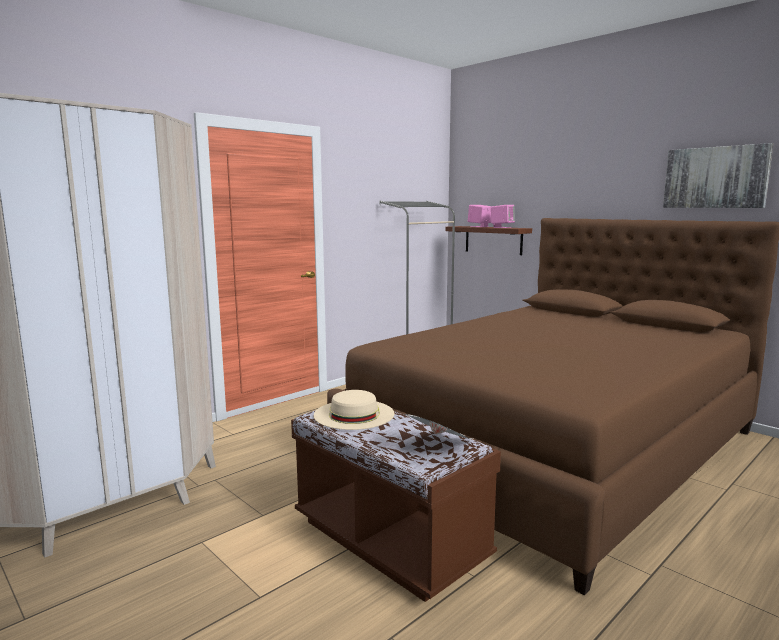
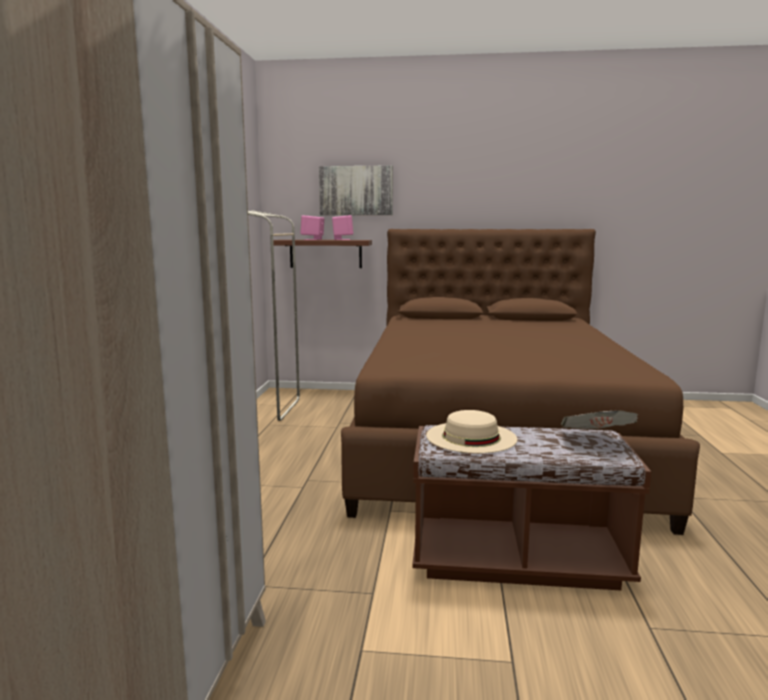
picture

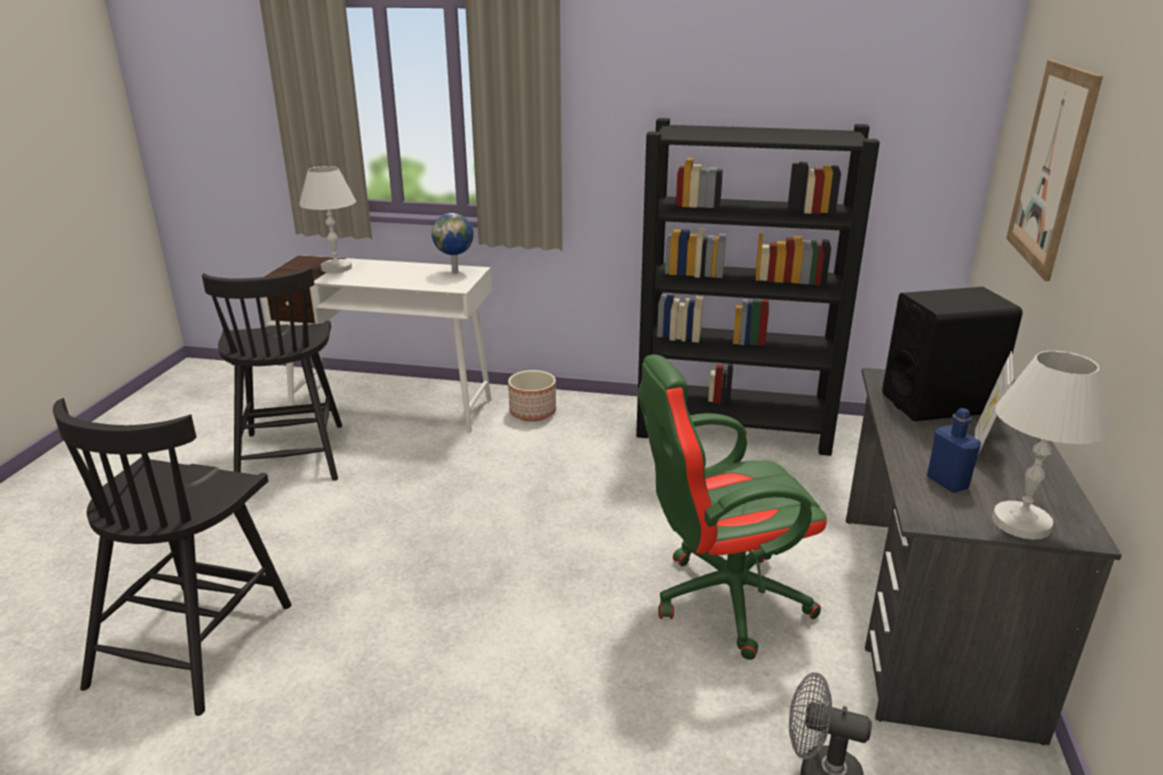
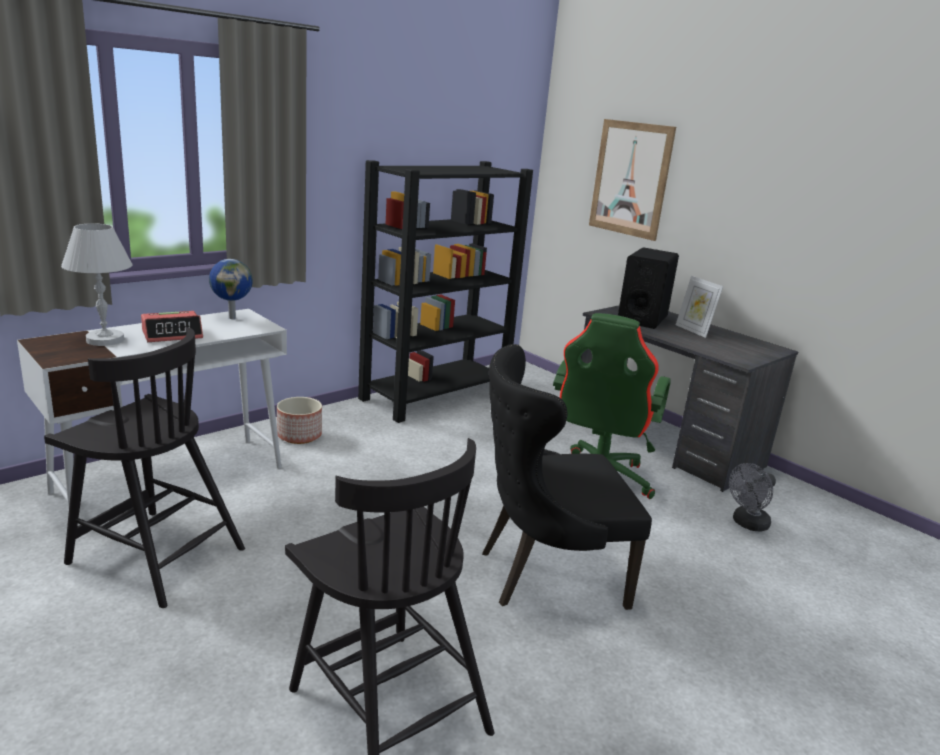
table lamp/white (2nd from left in the first image); bottle/blue; alarm clock; chair/black (3rd from left)

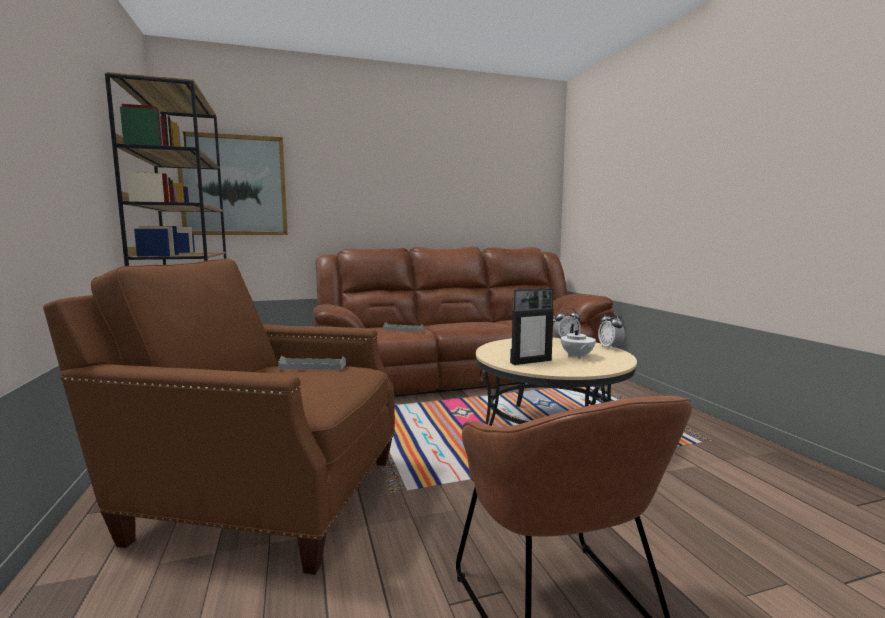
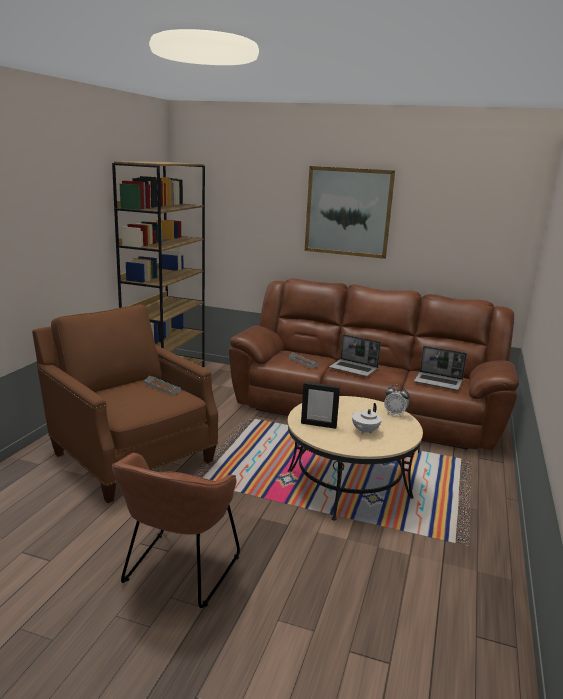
picture; alarm clock (2nd from left in the first image); laptop (1st from left)

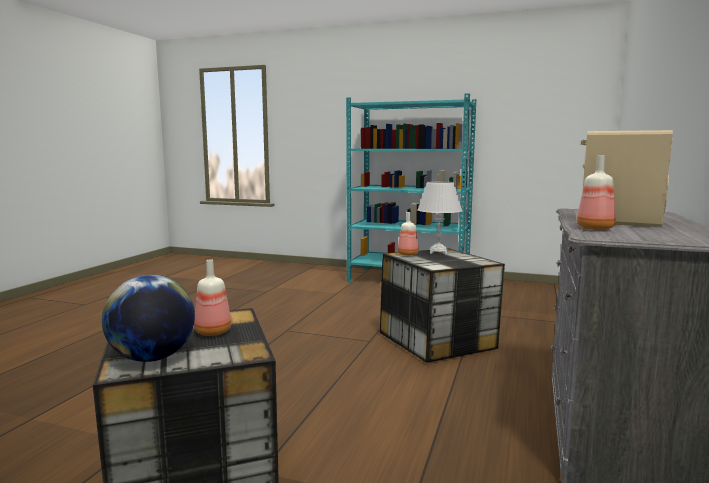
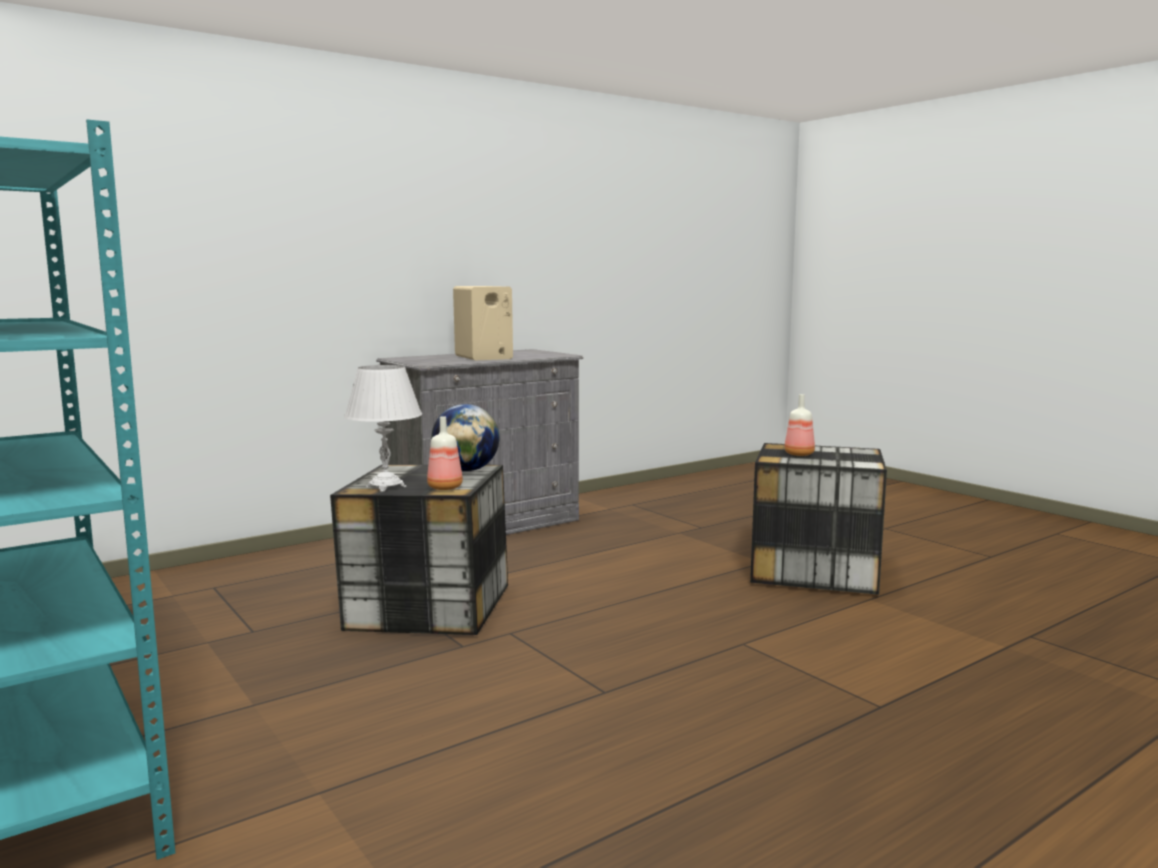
bottle (3rd from left in the first image); globe

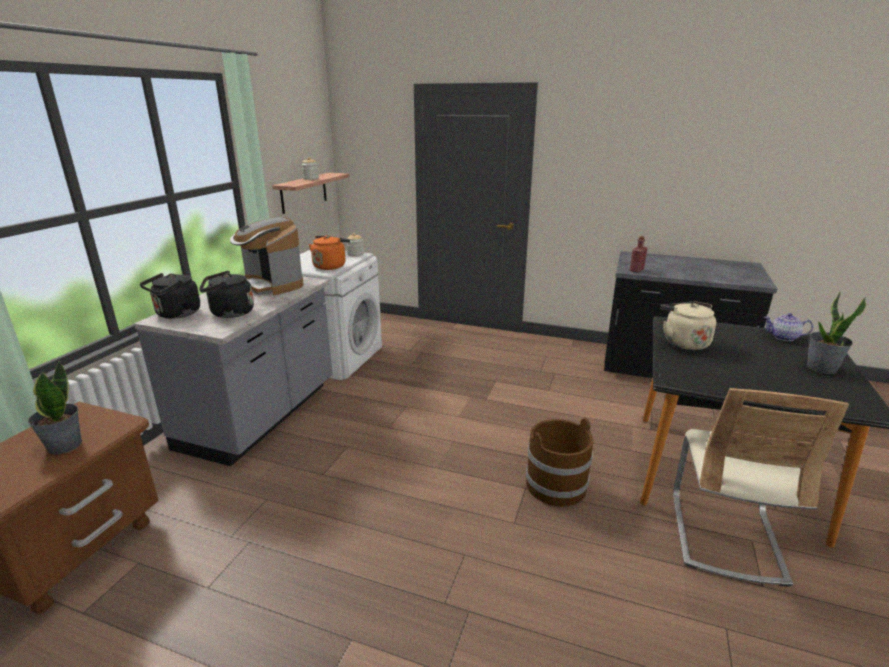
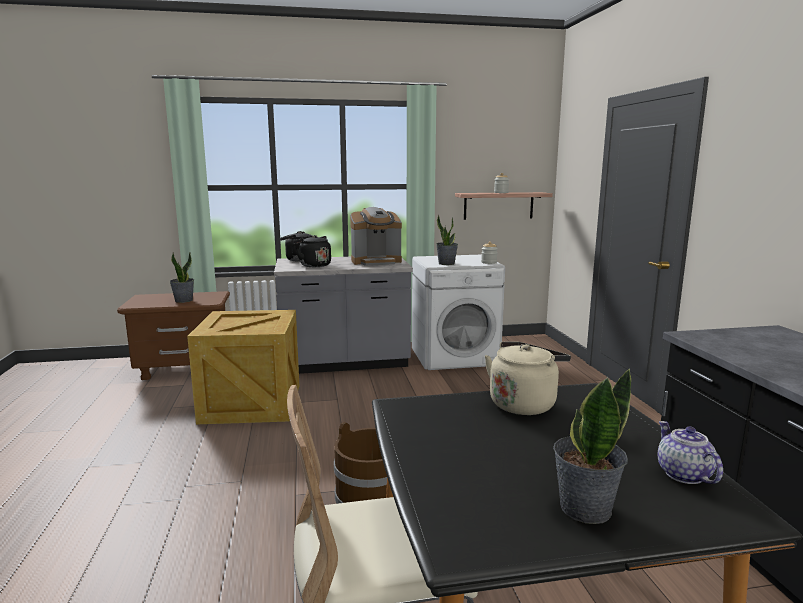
coffee machine; potted plant (2nd from left); bottle/red; crate

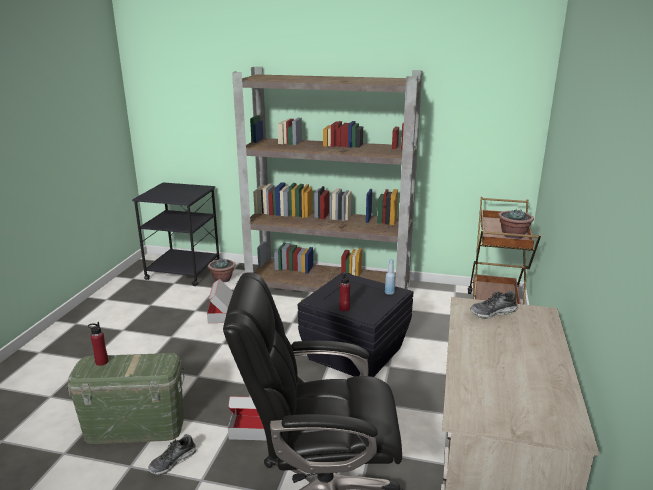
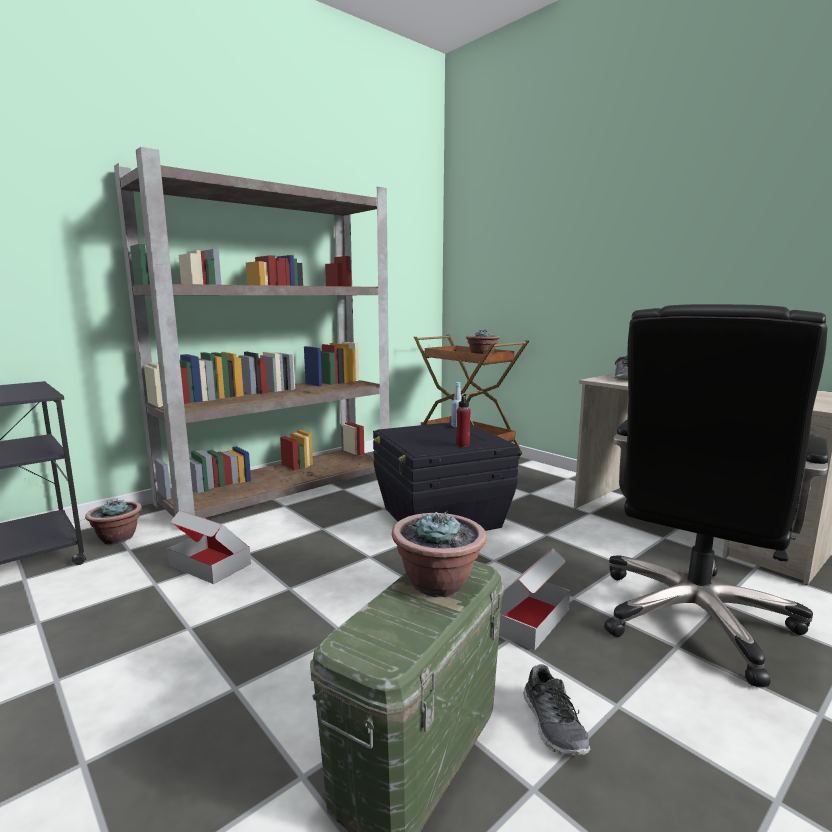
bottle/red (1st from left in the first image); potted plant (2nd from left)

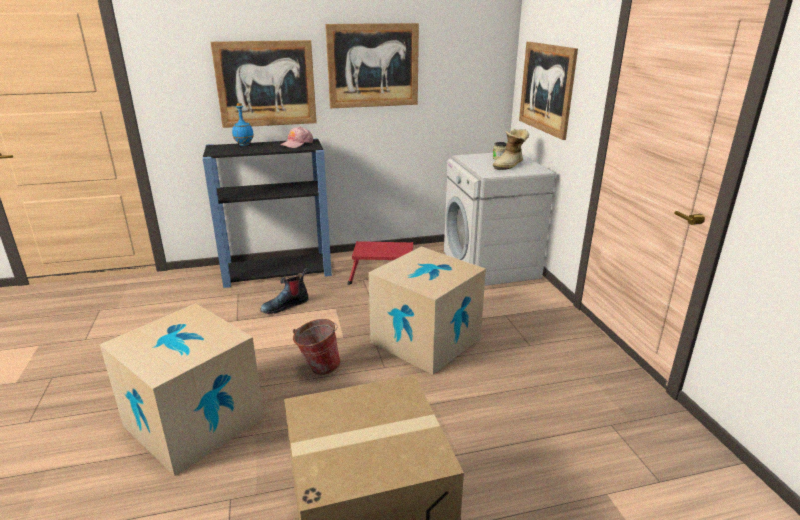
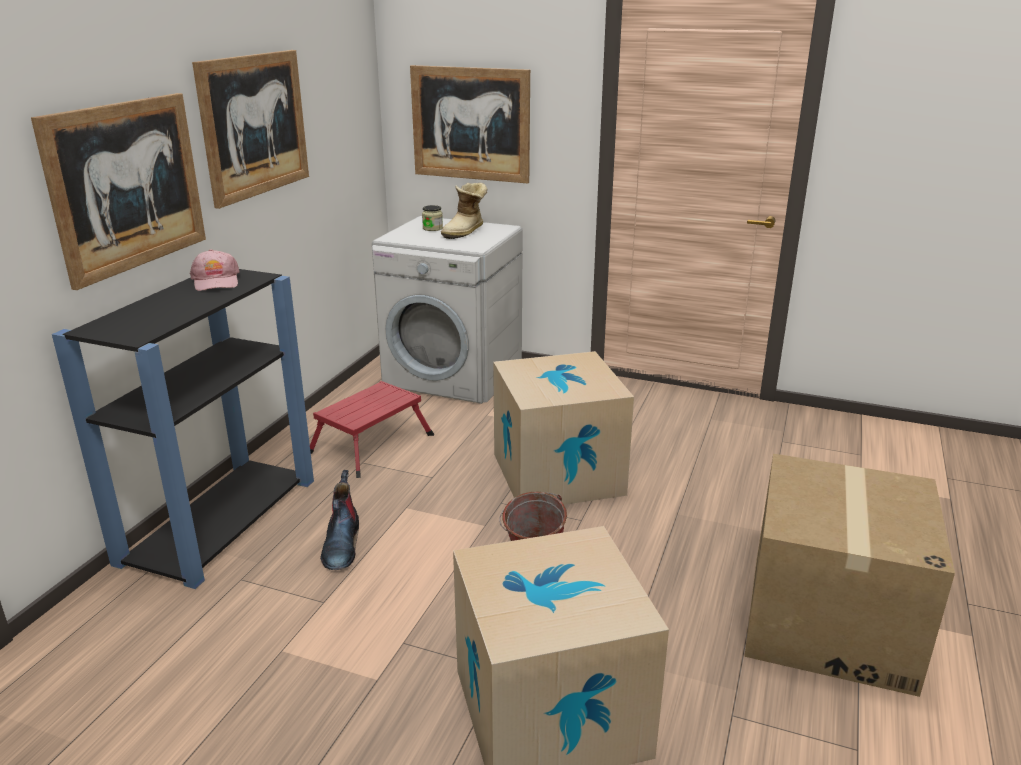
bottle/blue; boot (2nd from left)

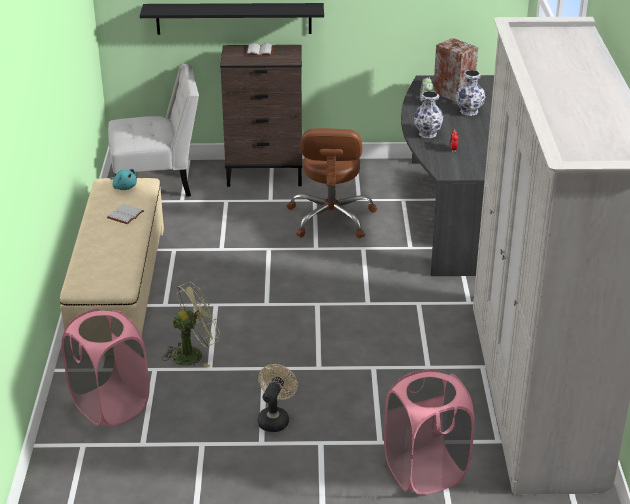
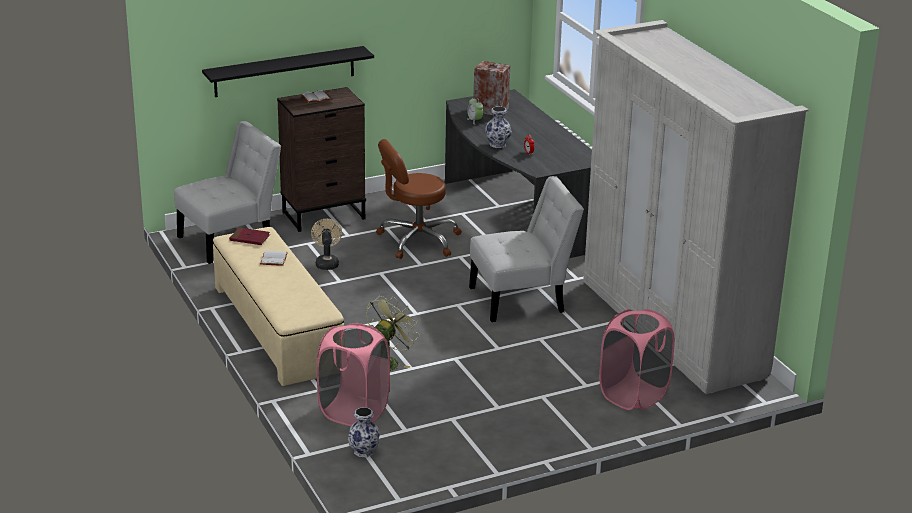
vase (1st from left); office chair/brown; book/red; fan/beige; chair/white (2nd from left)

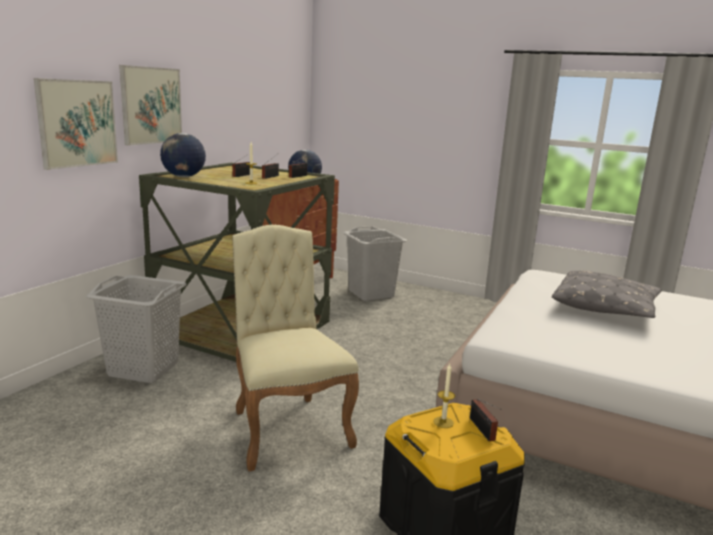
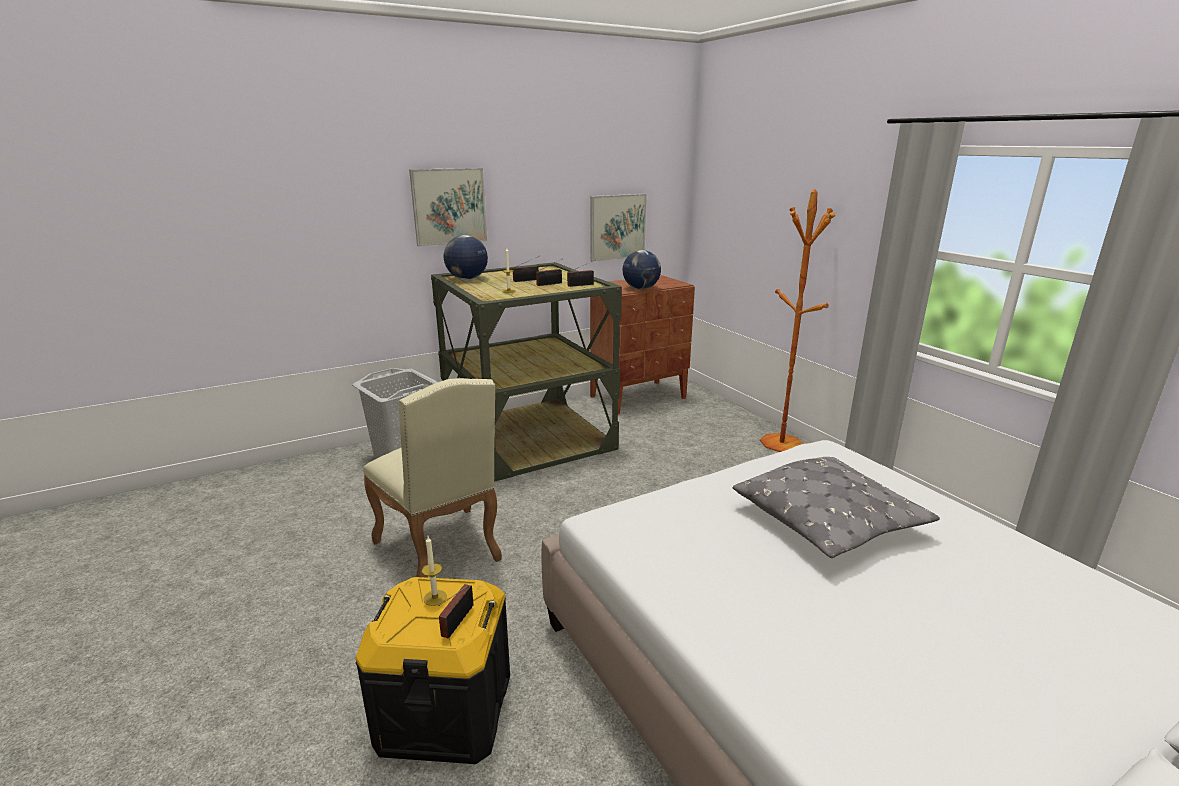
picture (2nd from left); chair/beige; laundry basket/grey (2nd from left in the first image); clothes rack/orange

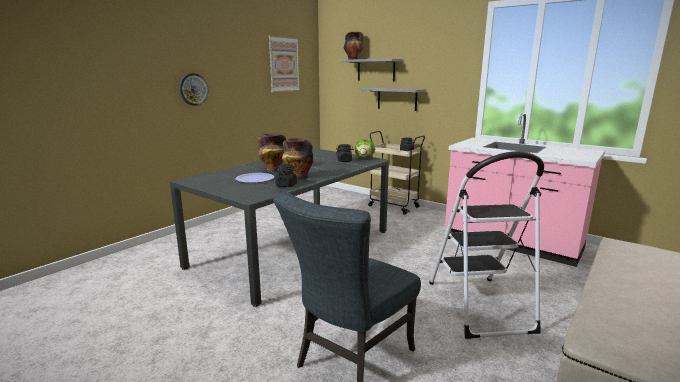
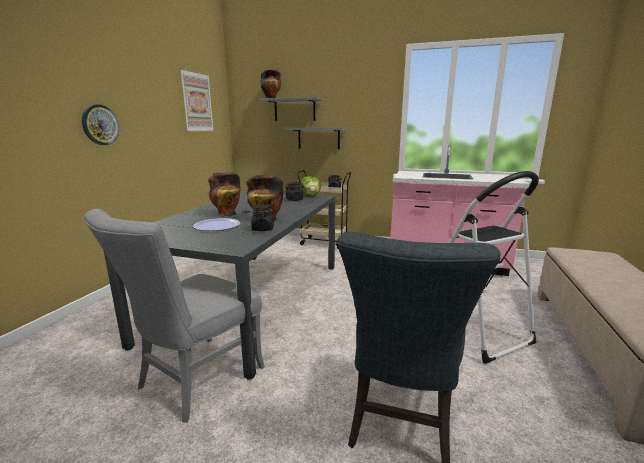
chair/grey (1st from left)

